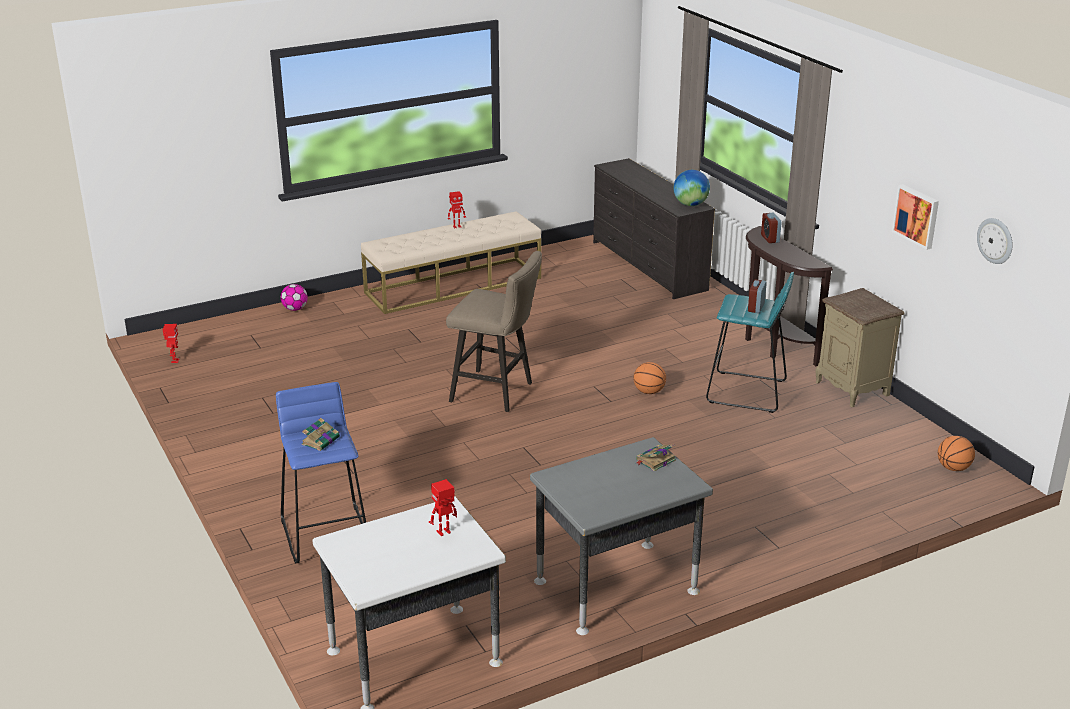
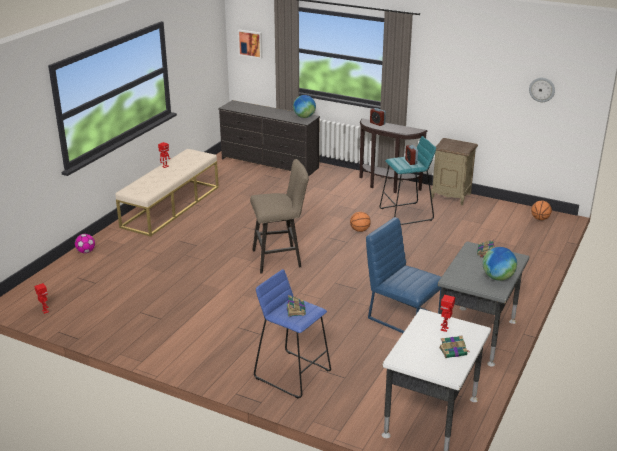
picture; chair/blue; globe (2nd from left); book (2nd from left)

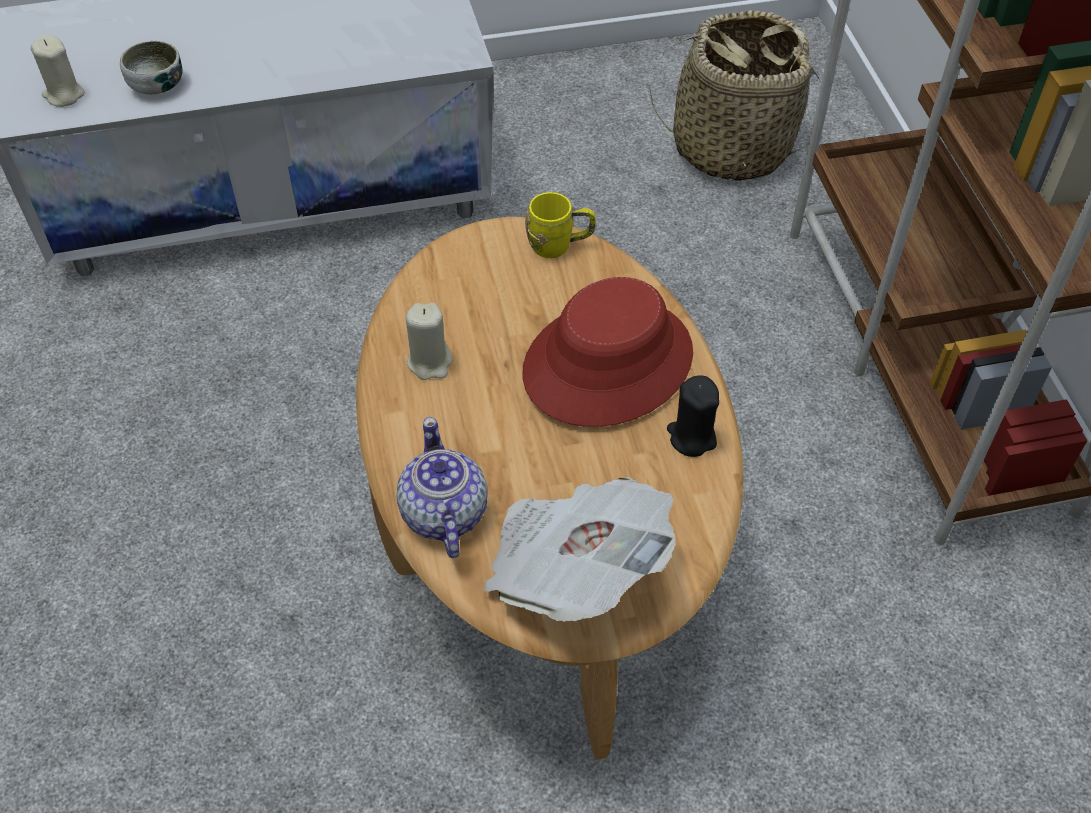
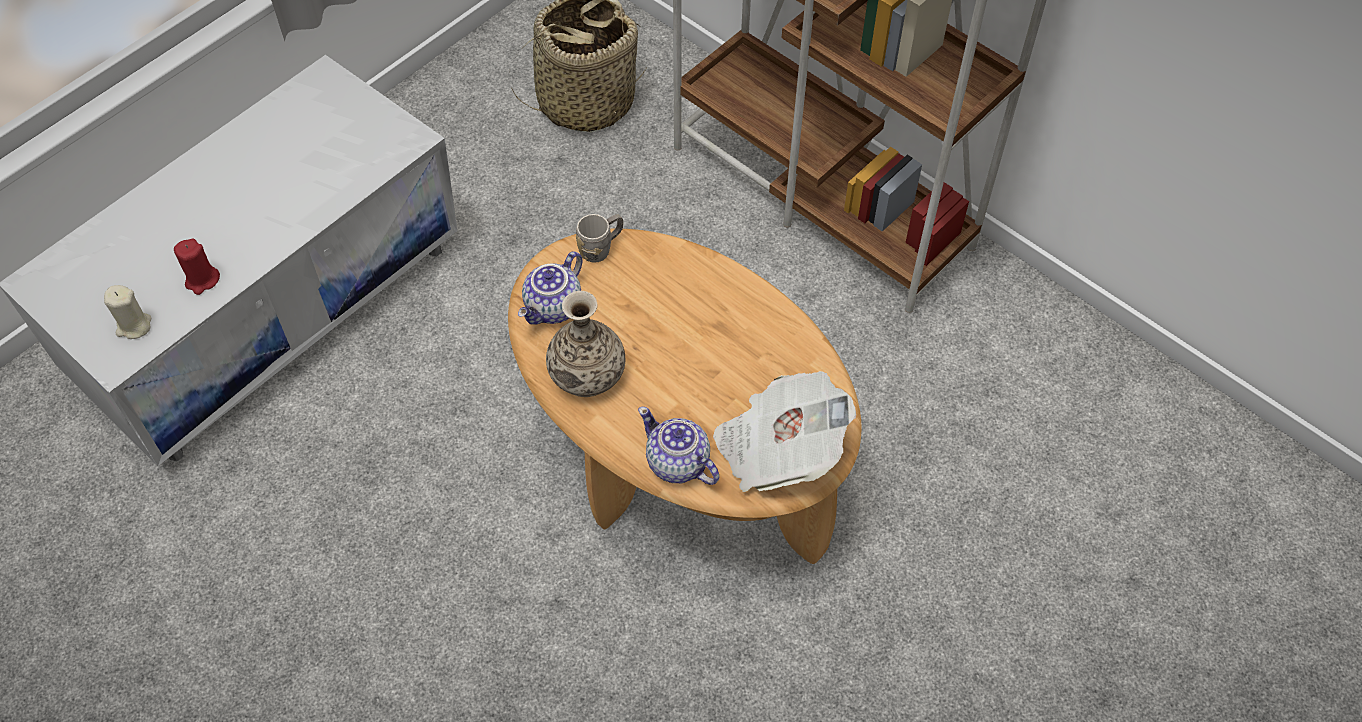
candle/red; mug/grey; hat/red; vase; candle/black; teapot (1st from left)

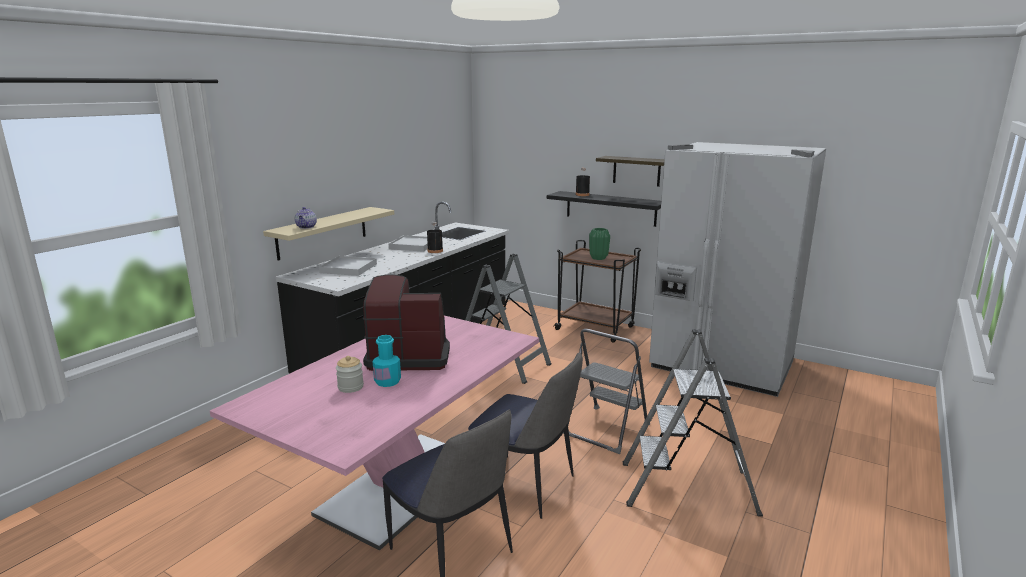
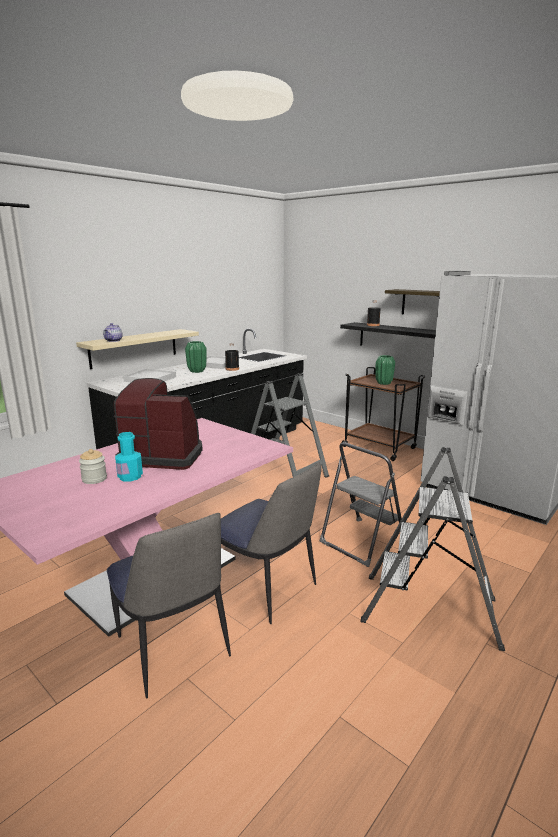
vase/green (1st from left)

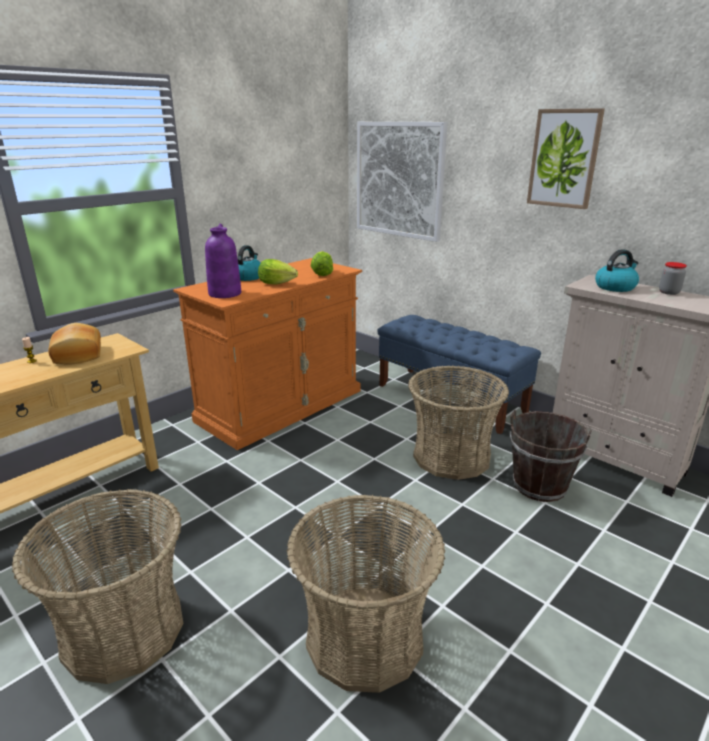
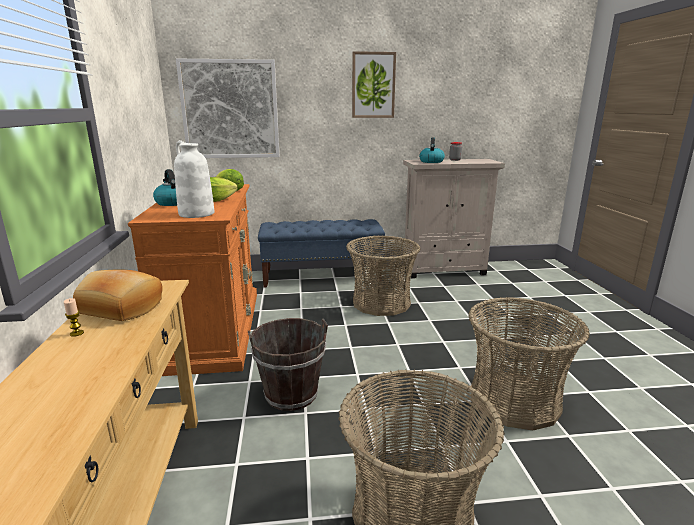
vase/white; bucket/brown

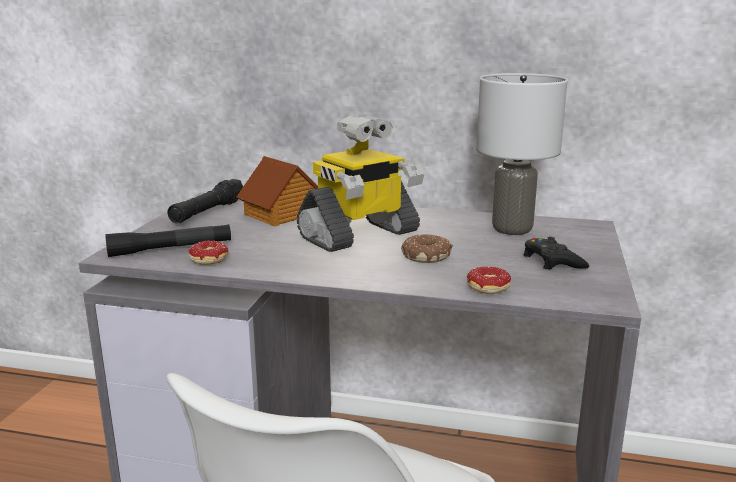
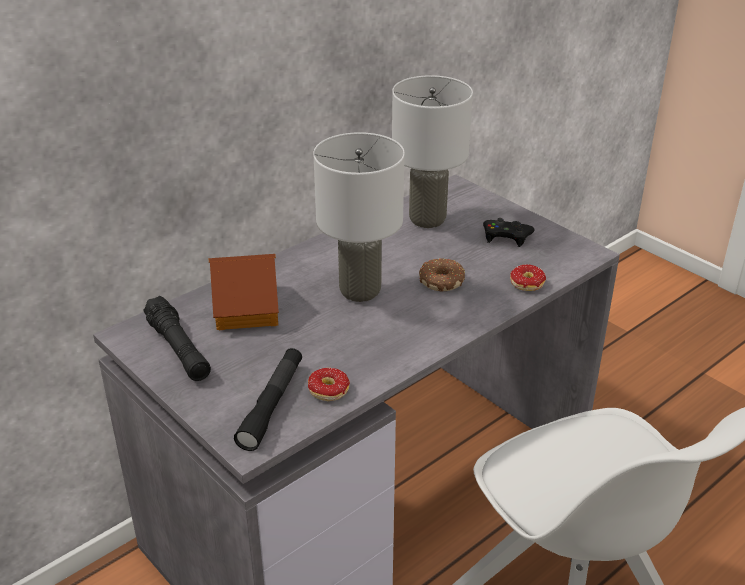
table lamp/white (1st from left)

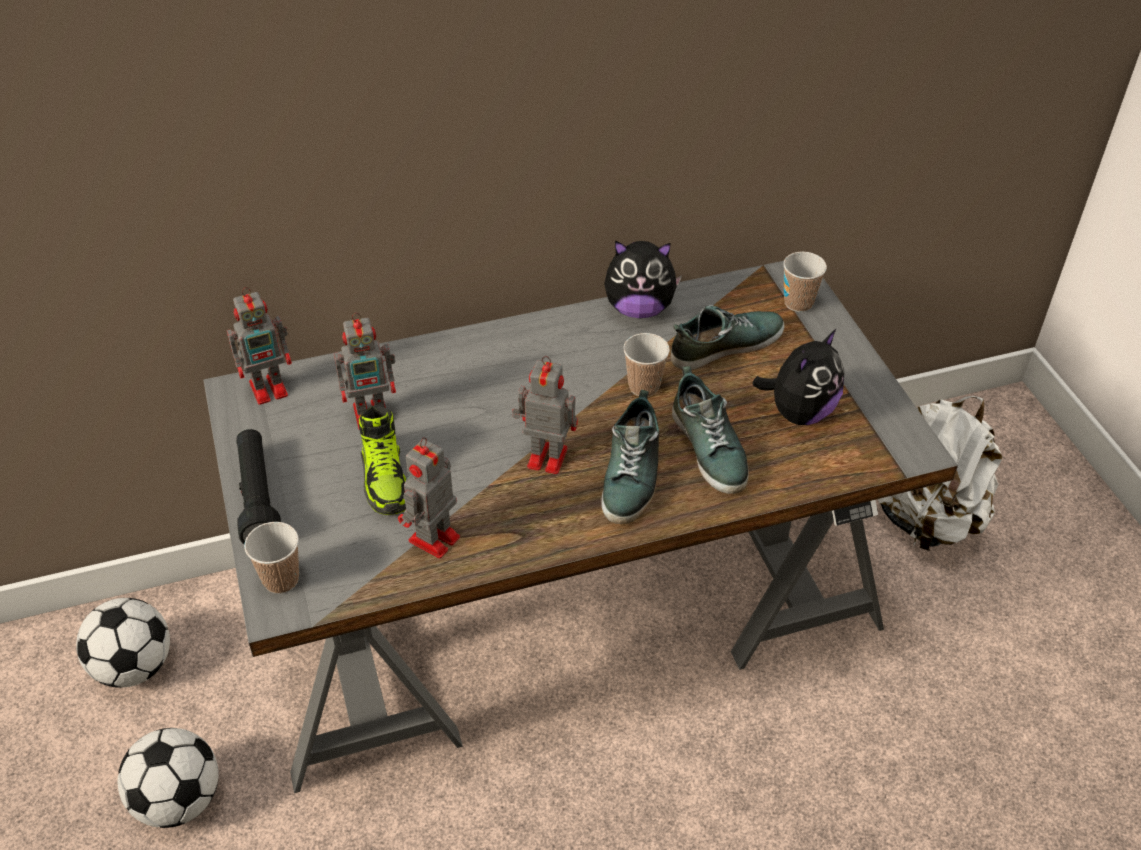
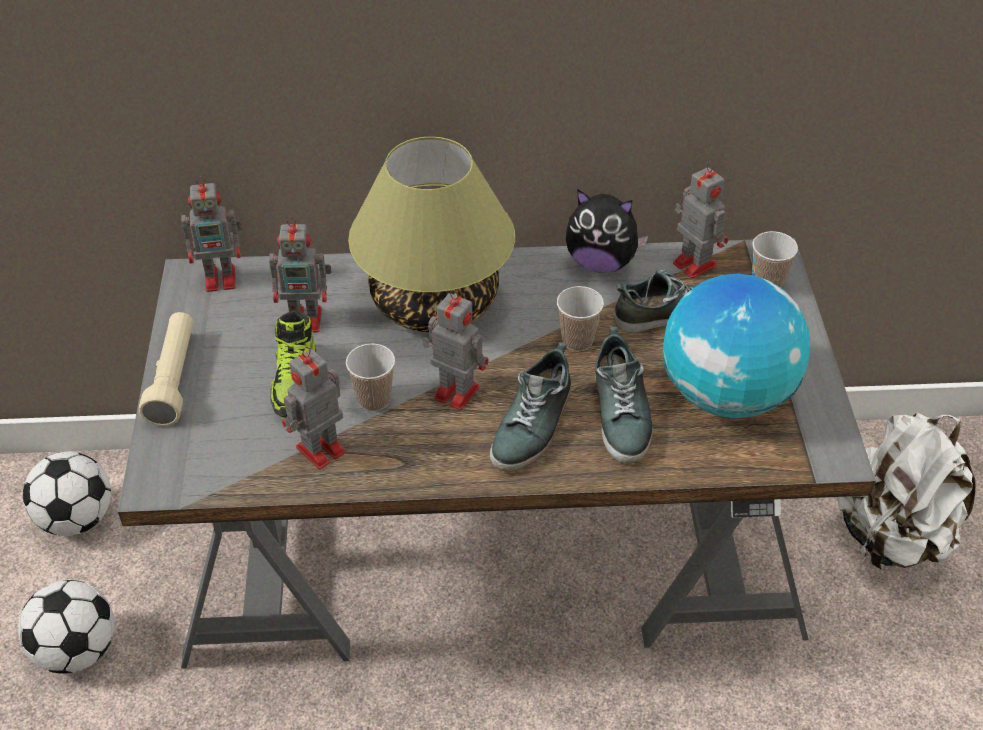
globe; flashlight/beige; cup (1st from left); table lamp; toy robot (5th from left)

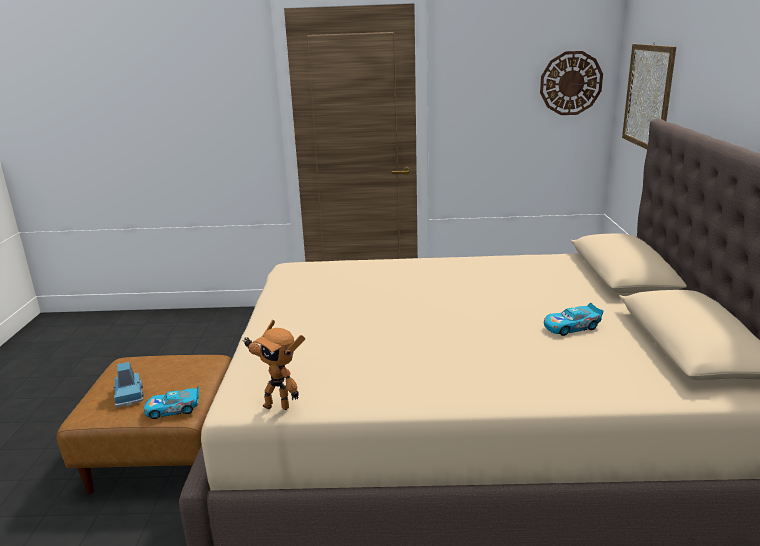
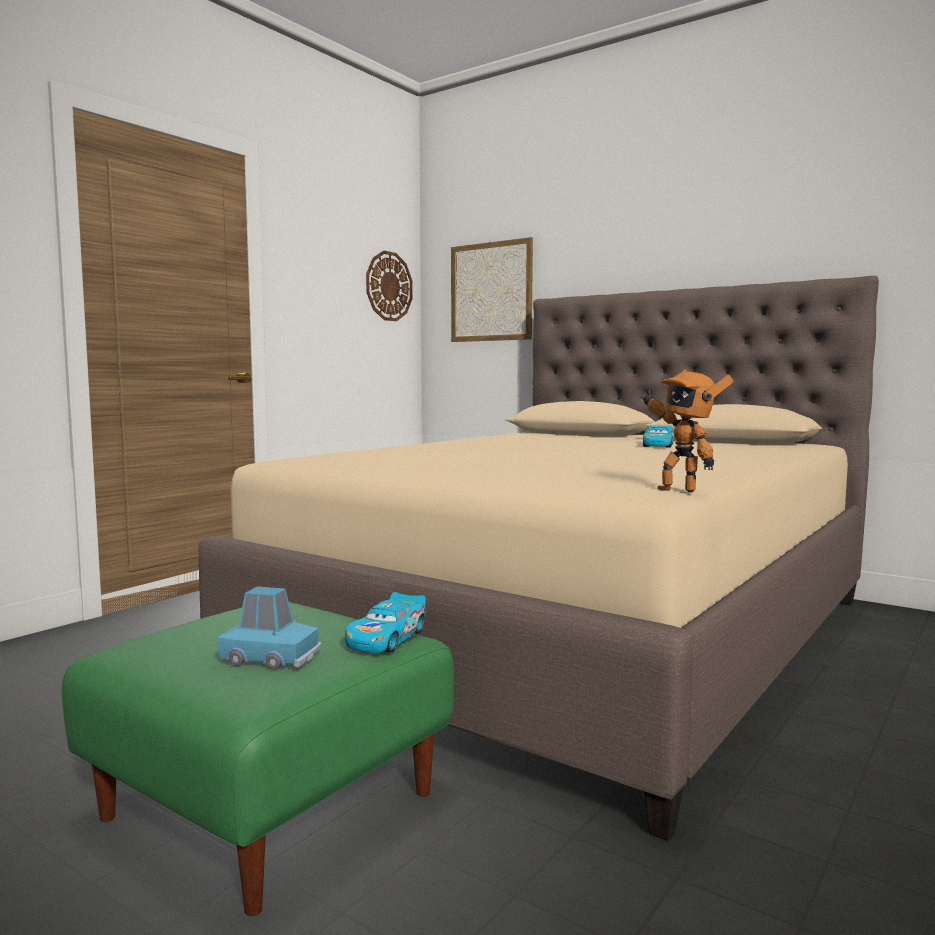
toy robot; ottoman/green

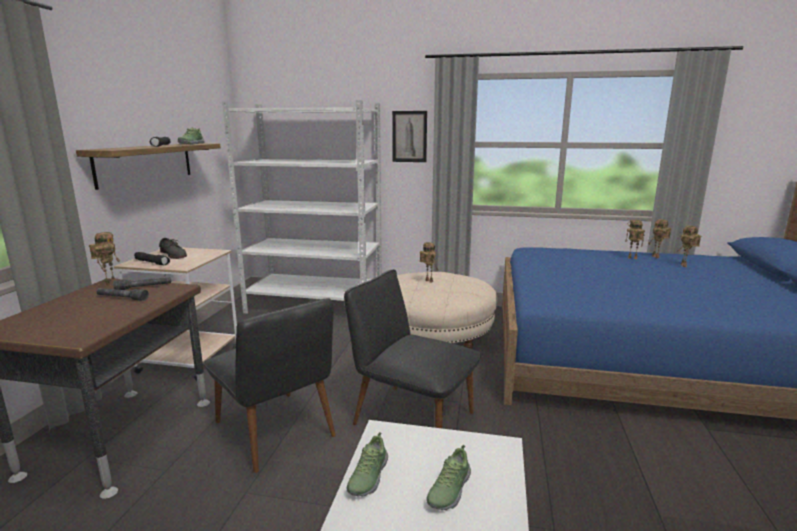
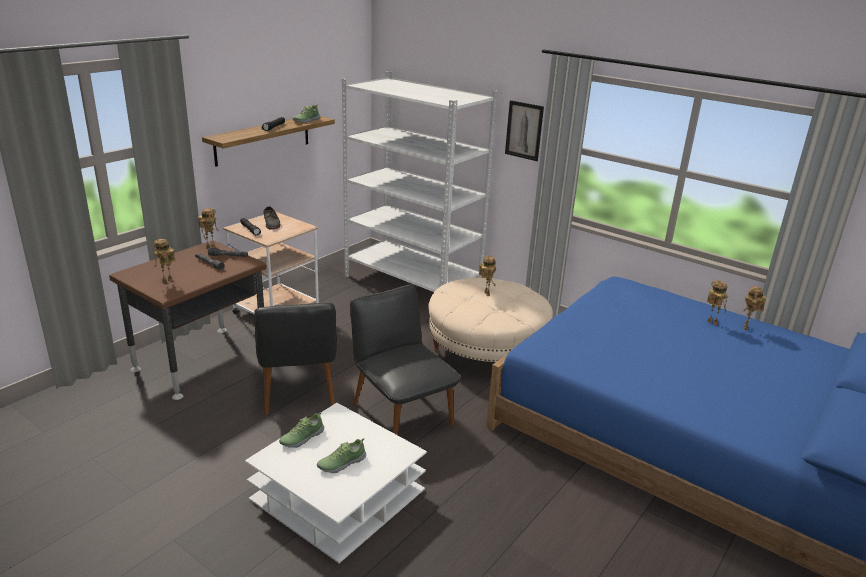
toy robot (1st from left)

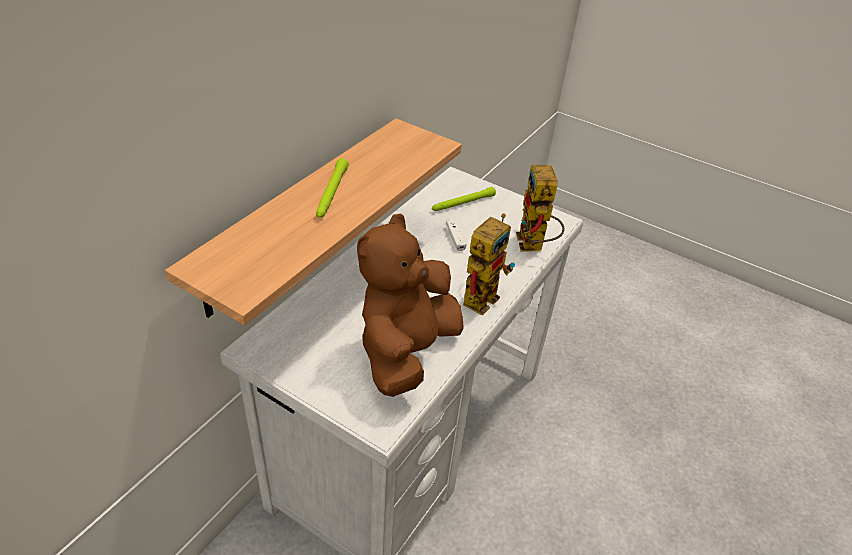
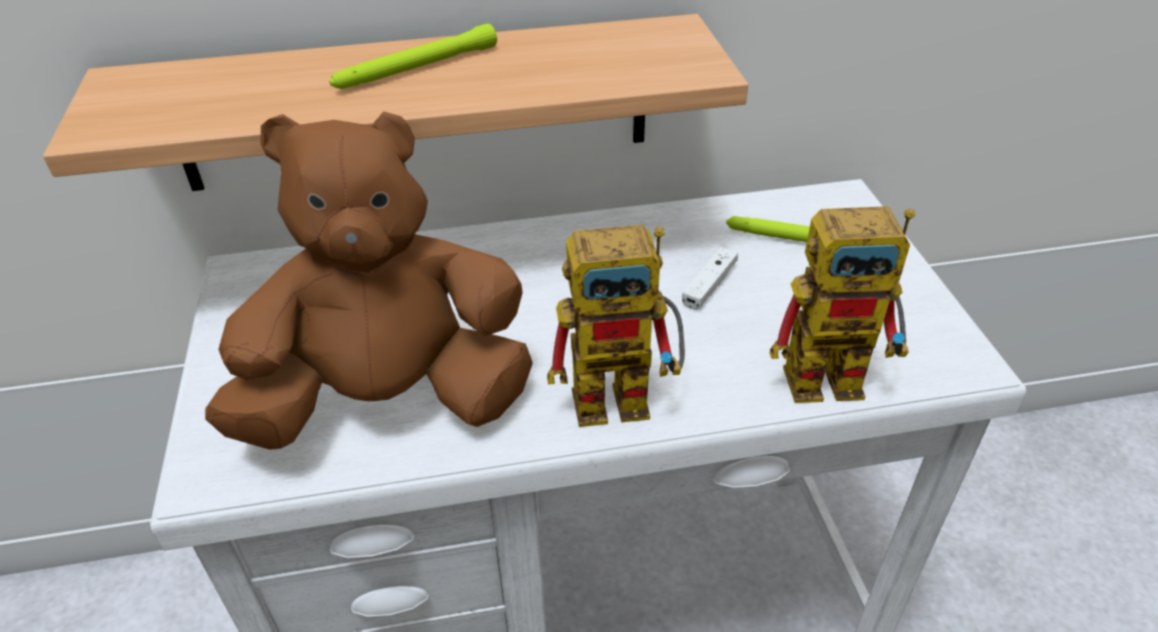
toy robot (2nd from left)

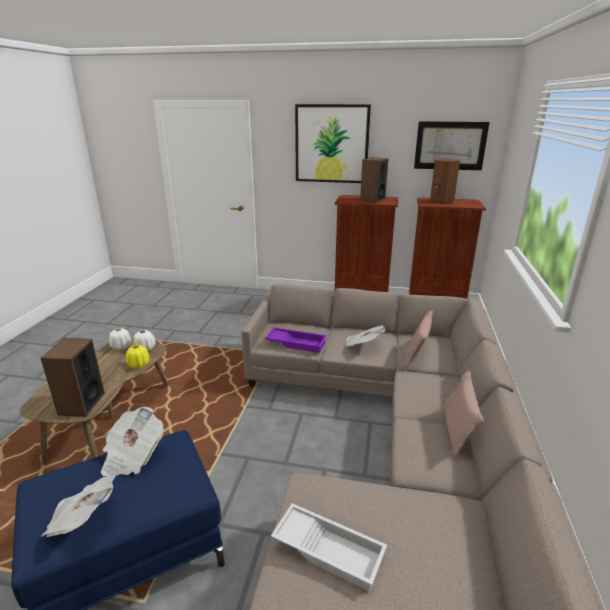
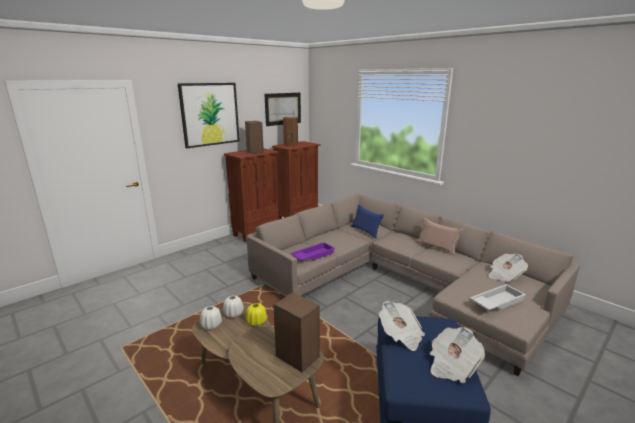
pillow/blue; newspaper (3rd from left)

